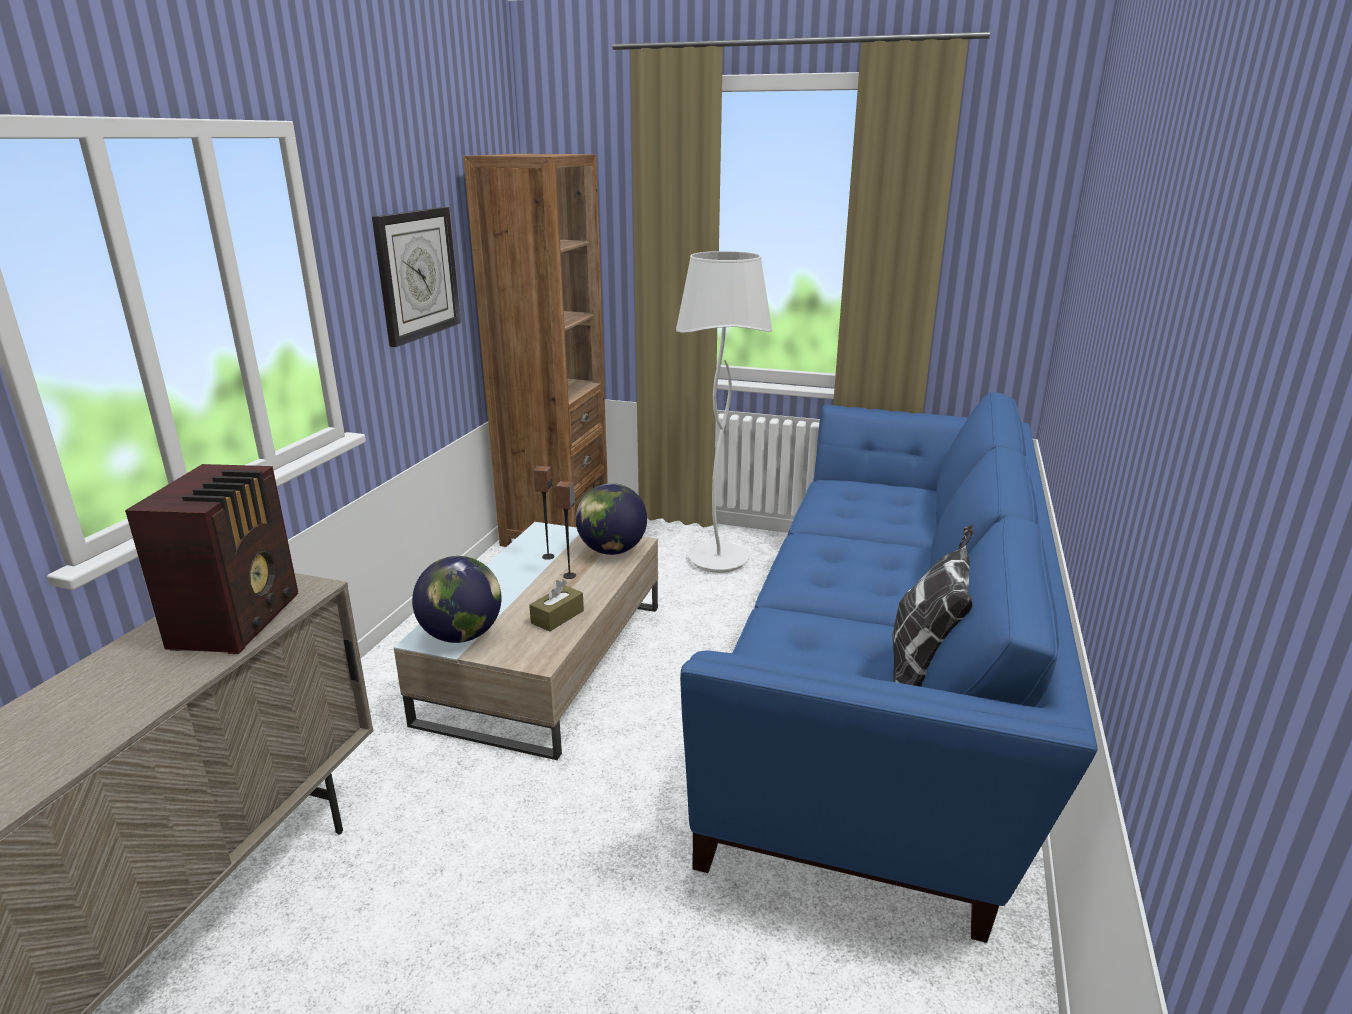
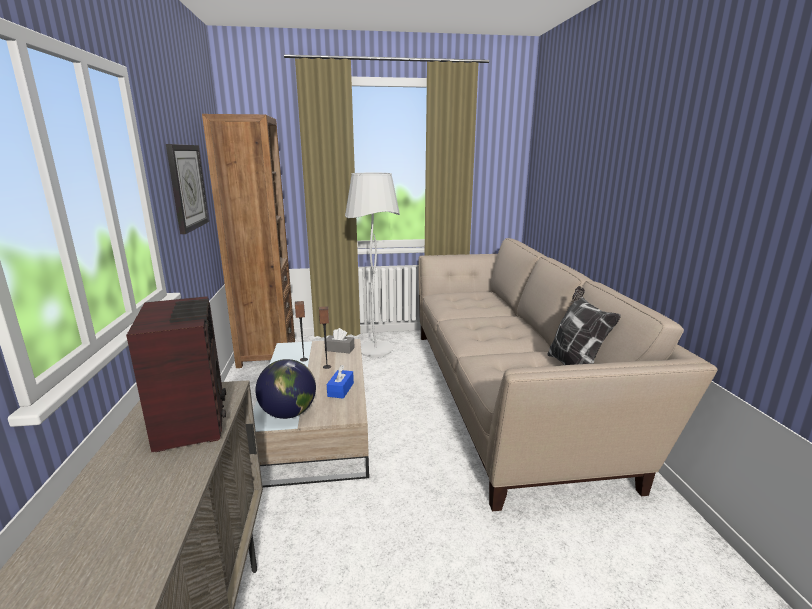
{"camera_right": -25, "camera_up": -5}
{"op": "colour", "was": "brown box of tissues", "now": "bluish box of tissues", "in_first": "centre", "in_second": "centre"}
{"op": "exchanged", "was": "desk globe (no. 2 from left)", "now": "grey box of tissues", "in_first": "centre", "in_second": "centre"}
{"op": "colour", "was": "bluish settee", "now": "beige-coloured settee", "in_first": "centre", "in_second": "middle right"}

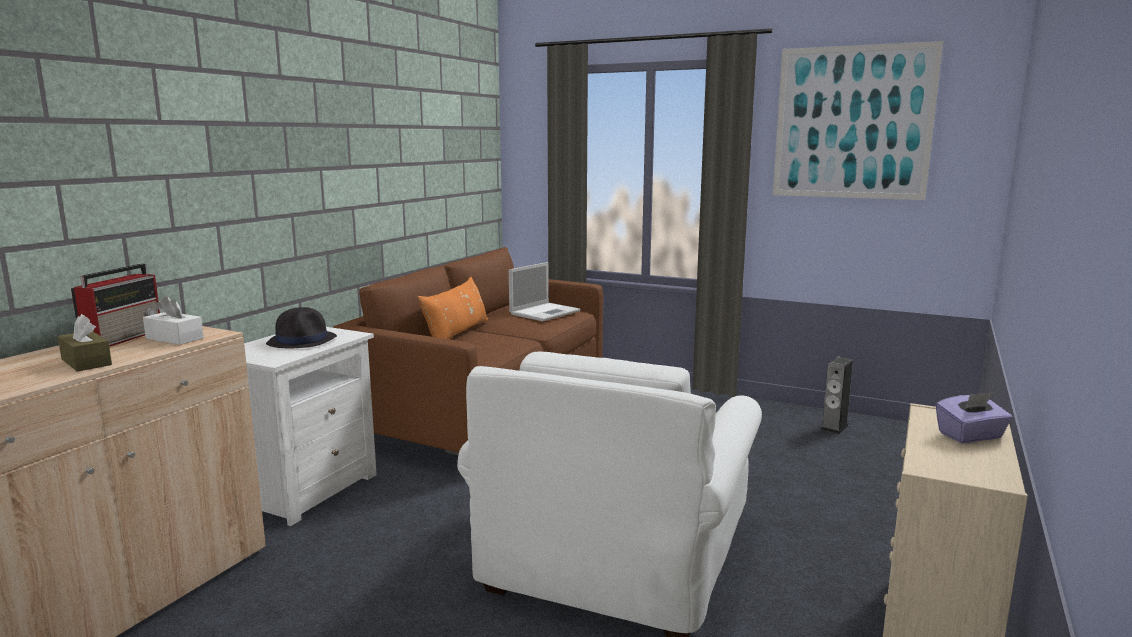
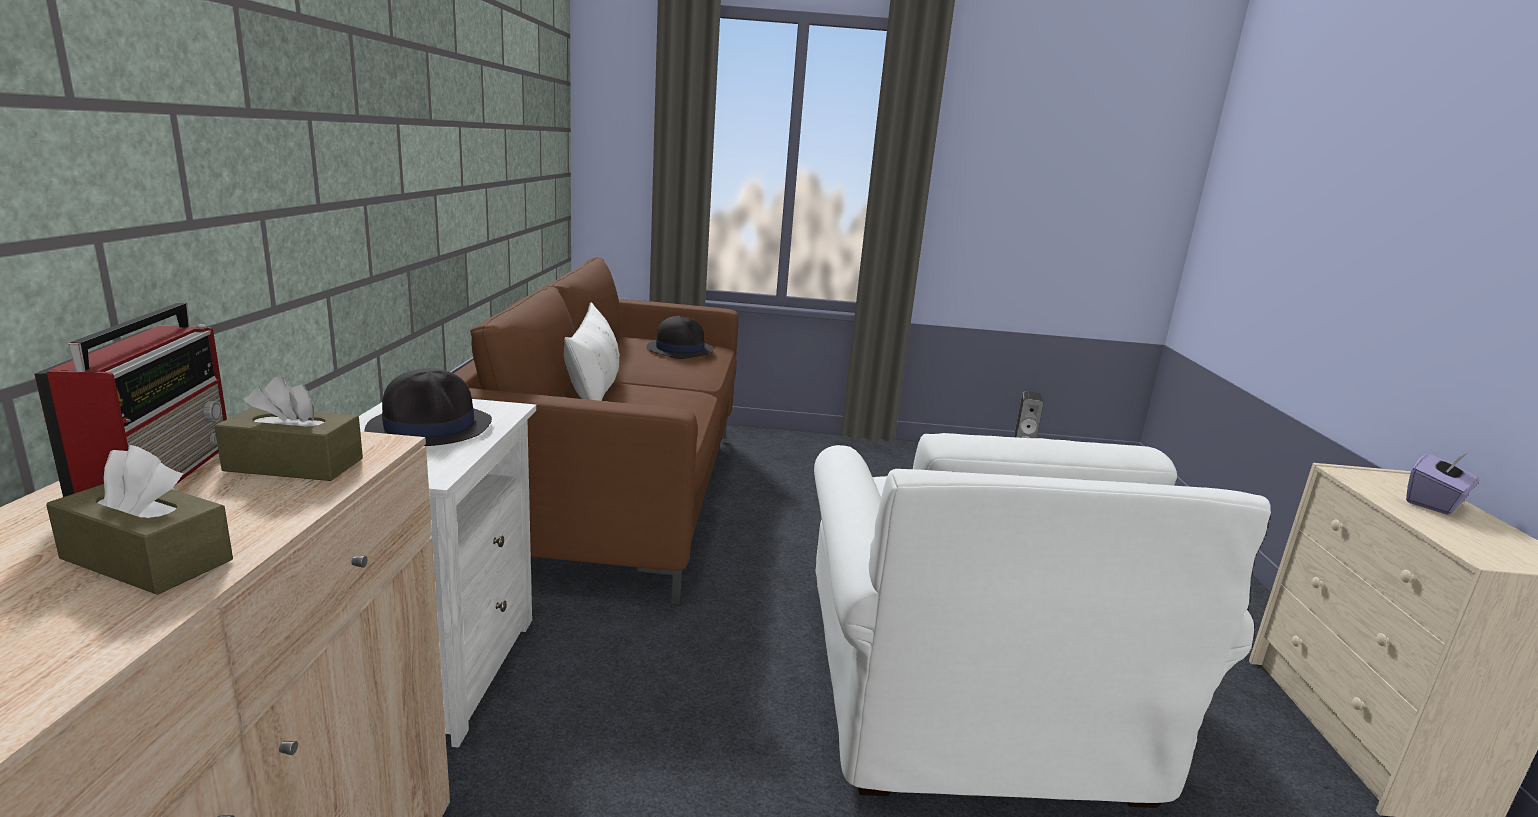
{"camera_right": -25, "camera_up": 5}
{"op": "colour", "was": "white-coloured box of tissues", "now": "brown box of tissues (no. 2 from left)", "in_first": "middle left", "in_second": "middle left"}
{"op": "colour", "was": "orange cushion", "now": "white-coloured cushion", "in_first": "centre", "in_second": "centre"}
{"op": "exchanged", "was": "portable computer", "now": "black hat (no. 2 from left)", "in_first": "centre", "in_second": "centre"}
{"op": "missing", "was": "wall picture", "in_first": "top right"}

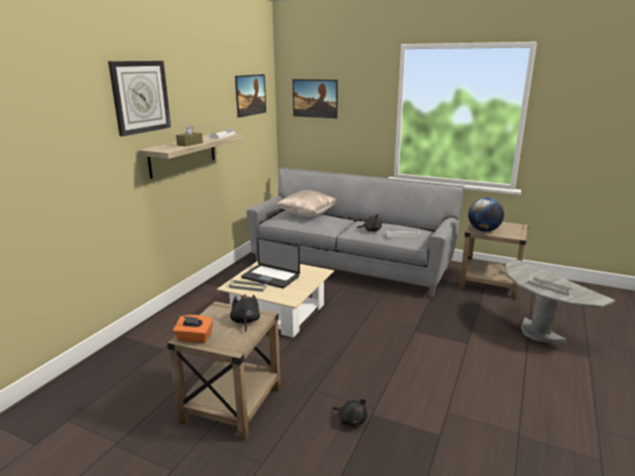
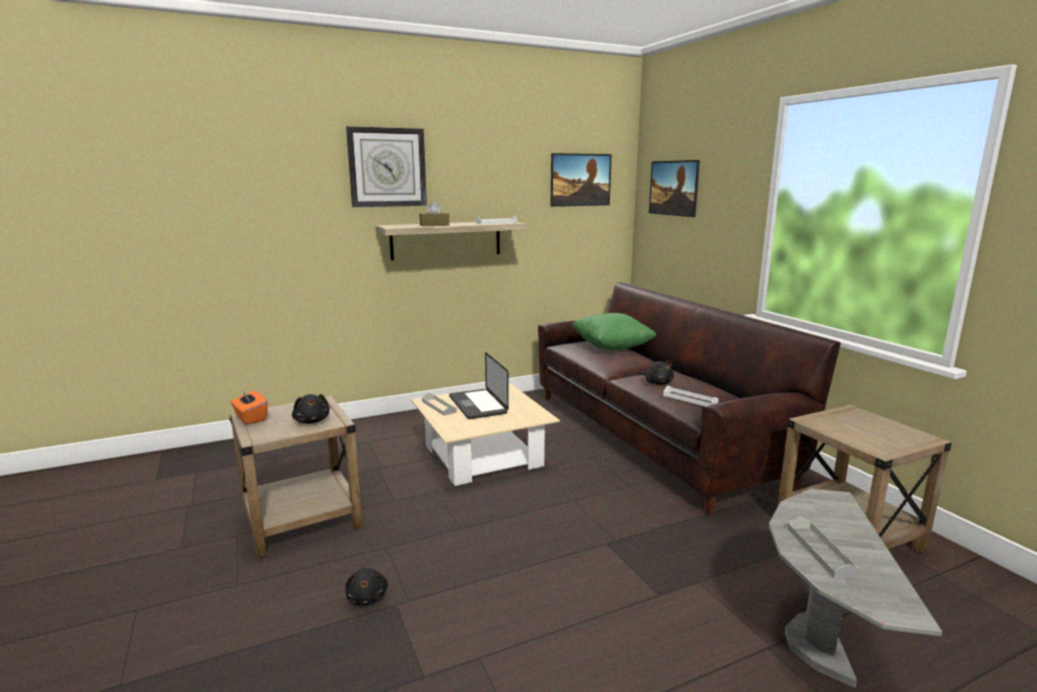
{"camera_right": 40, "camera_up": -5}
{"op": "spun", "was": "black soft toy (no. 1 from left)", "in_first": "centre", "in_second": "middle left", "clockwise": 120}
{"op": "colour", "was": "grey settee", "now": "brown settee", "in_first": "centre", "in_second": "centre"}
{"op": "colour", "was": "beige-coloured cushion", "now": "green cushion", "in_first": "centre", "in_second": "centre"}
{"op": "missing", "was": "desk globe", "in_first": "middle right"}

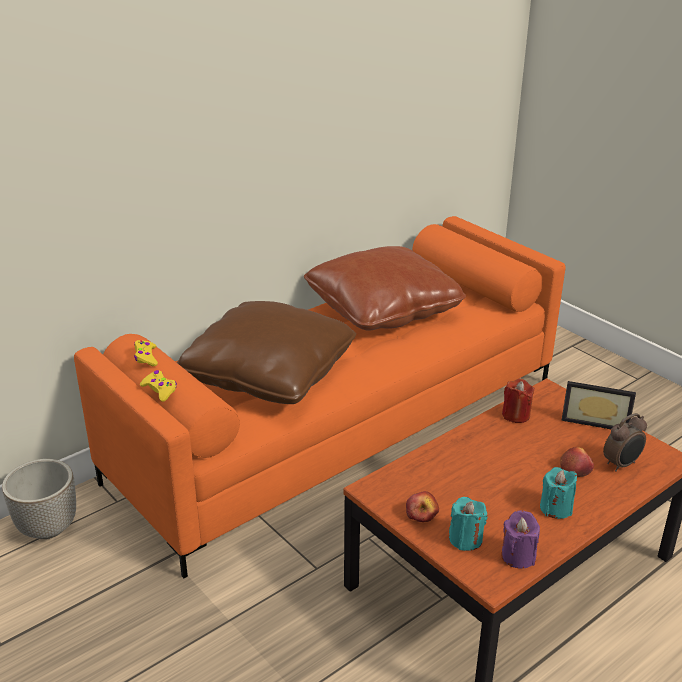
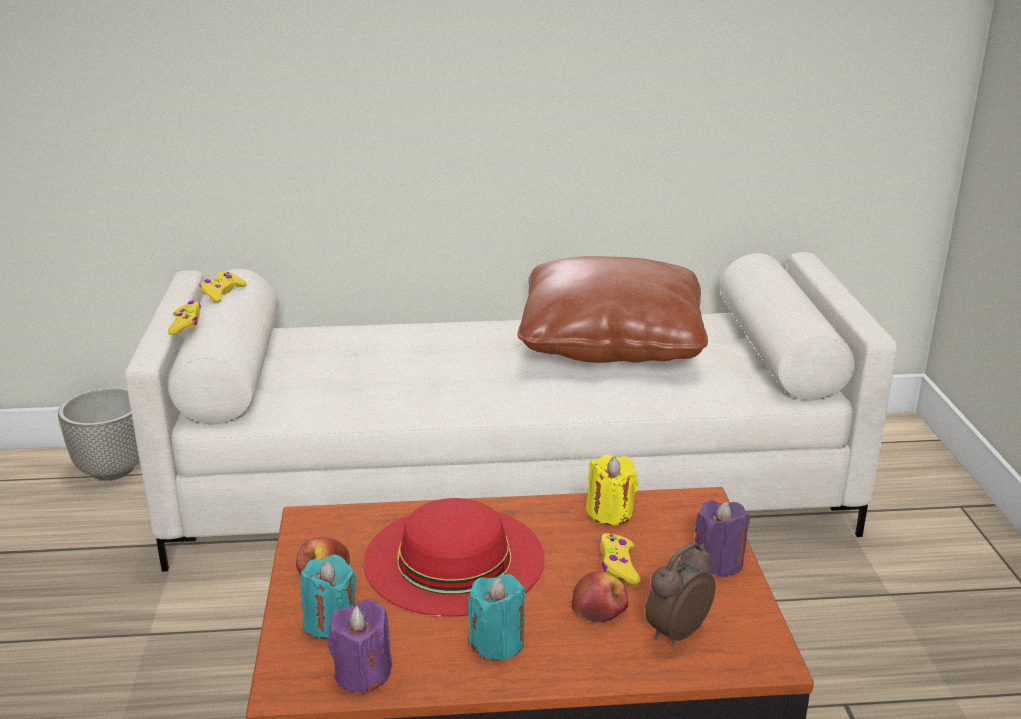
{"camera_right": 35, "camera_up": -5}
{"op": "colour", "was": "orange settee", "now": "white-coloured settee", "in_first": "centre", "in_second": "centre"}
{"op": "missing", "was": "brown cushion (no. 1 from left)", "in_first": "centre"}
{"op": "colour", "was": "reddish wax light", "now": "yellow-coloured wax light", "in_first": "middle right", "in_second": "bottom centre"}
{"op": "exchanged", "was": "standing frame", "now": "purplish wax light (no. 2 from left)", "in_first": "middle right", "in_second": "bottom right"}
{"op": "spun", "was": "bedside clock", "in_first": "middle right", "in_second": "bottom centre", "clockwise": 135}
{"op": "appeared", "now": "reddish hat", "in_second": "bottom centre"}
{"op": "appeared", "now": "yellow-coloured joypad (no. 3 from left)", "in_second": "bottom centre"}

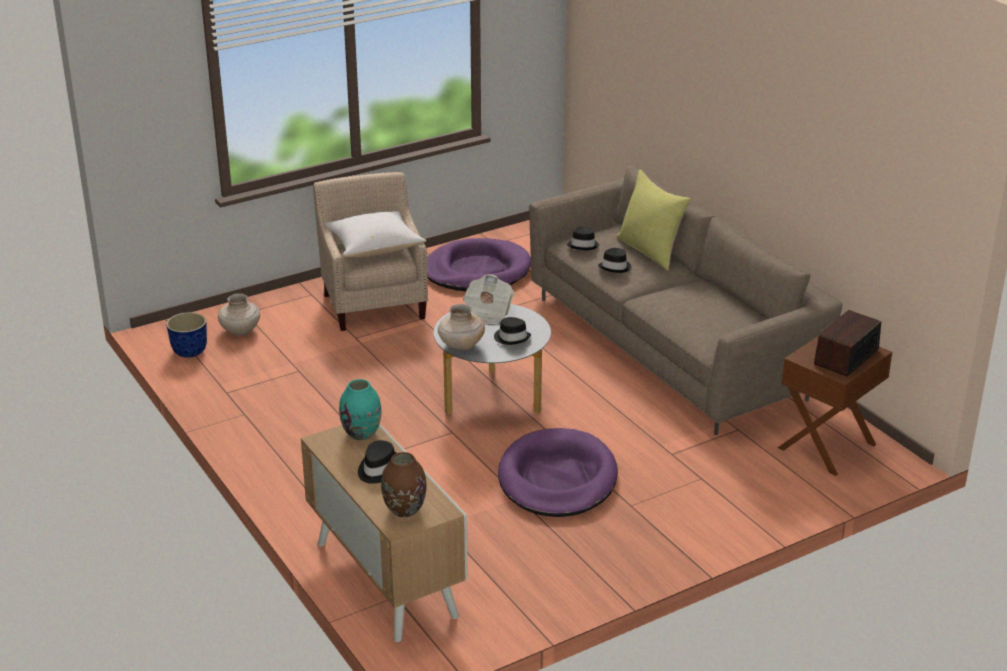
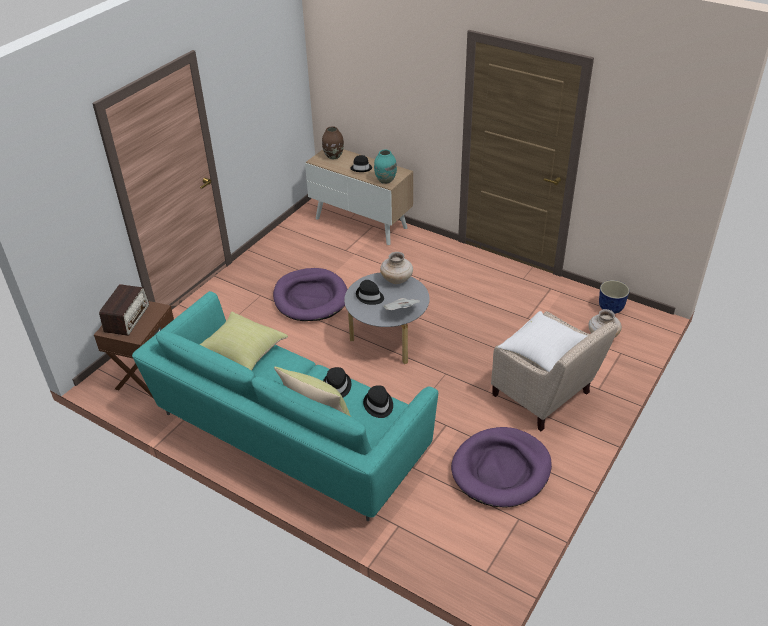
{"camera_right": 155, "camera_up": 10}
{"op": "colour", "was": "beige-coloured settee", "now": "turquoise-coloured settee", "in_first": "middle right", "in_second": "centre"}
{"op": "appeared", "now": "yellow-coloured cushion (no. 1 from left)", "in_second": "middle left"}

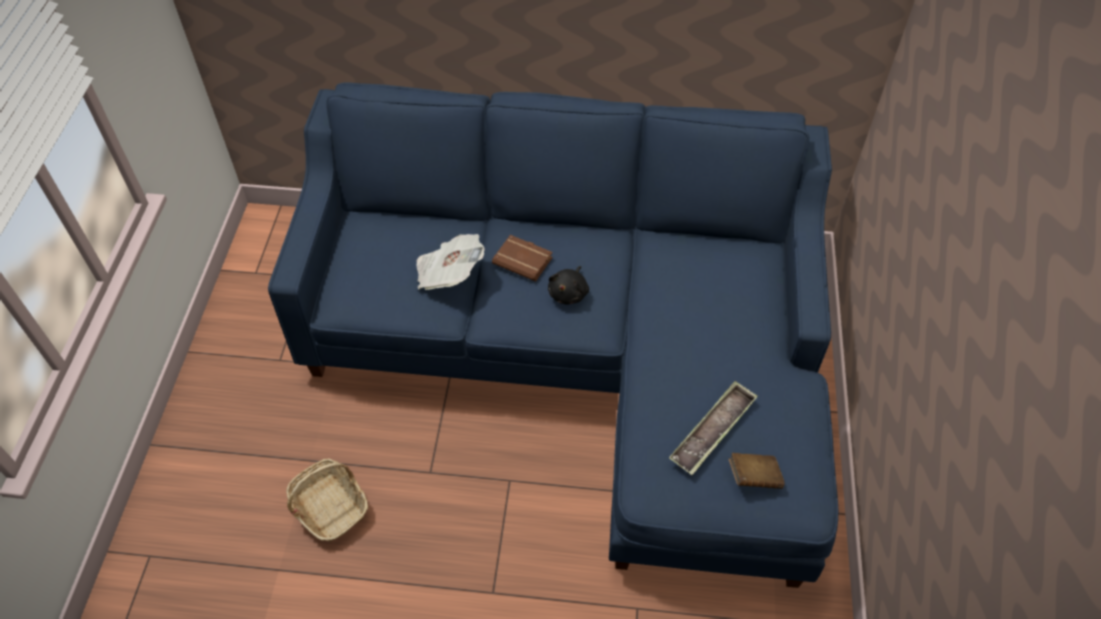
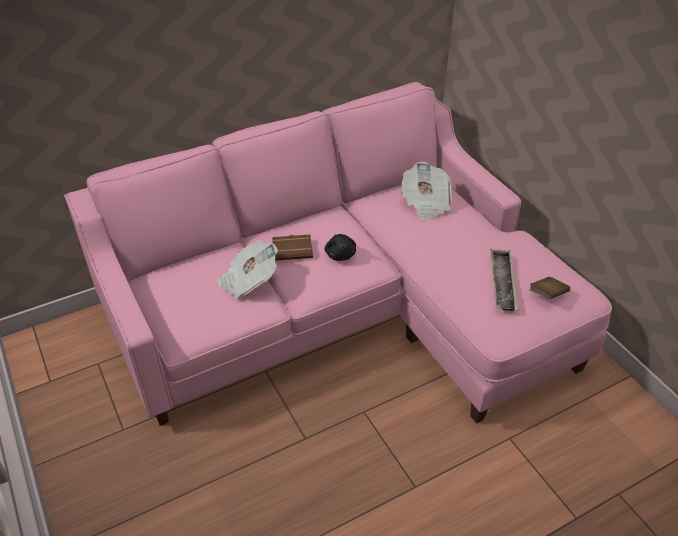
{"camera_right": -35, "camera_up": -10}
{"op": "colour", "was": "bluish settee", "now": "pink-coloured settee", "in_first": "centre", "in_second": "centre"}
{"op": "missing", "was": "basket", "in_first": "bottom left"}
{"op": "appeared", "now": "printed paper (no. 2 from left)", "in_second": "centre"}

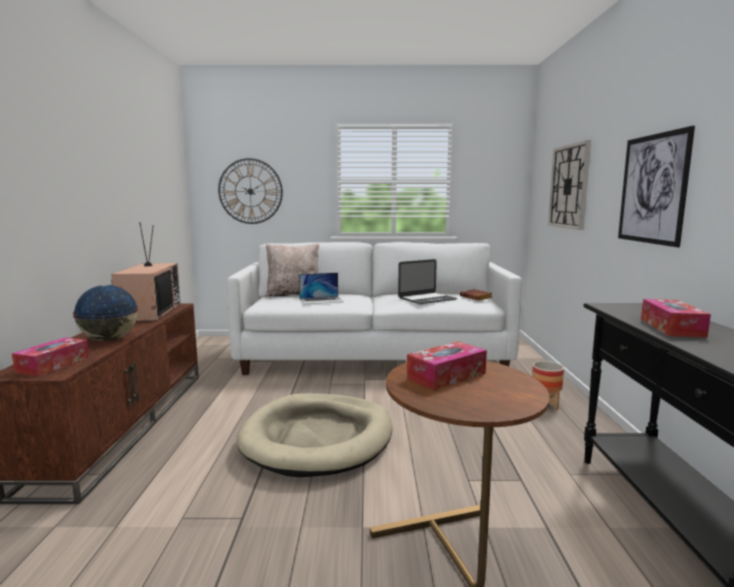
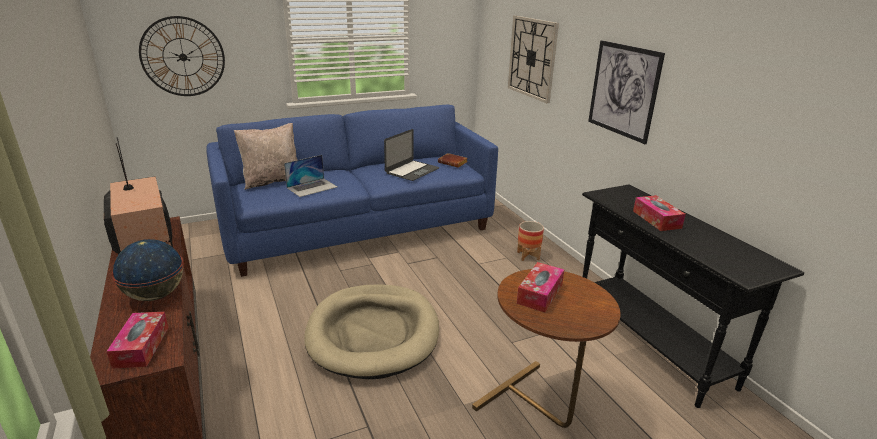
{"camera_right": -25, "camera_up": 15}
{"op": "colour", "was": "white-coloured settee", "now": "bluish settee", "in_first": "centre", "in_second": "centre"}

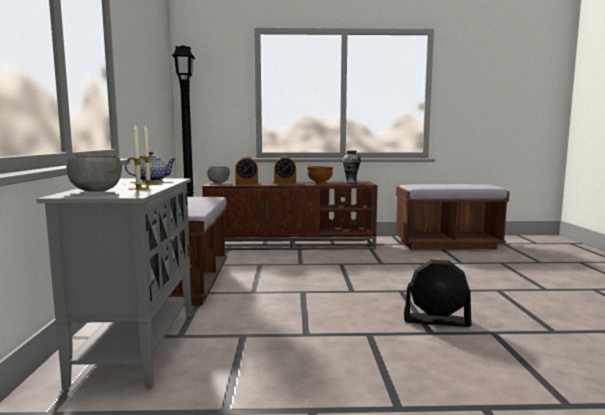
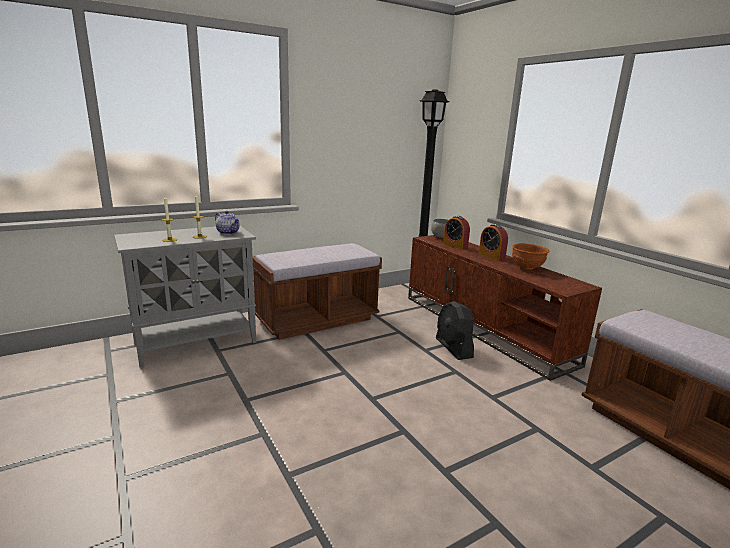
{"camera_right": 60, "camera_up": 10}
{"op": "missing", "was": "grey deep dish (no. 1 from left)", "in_first": "middle left"}
{"op": "missing", "was": "flower vase", "in_first": "centre"}
{"op": "relocated", "was": "black electric fan", "in_first": "bottom right", "in_second": "centre"}

